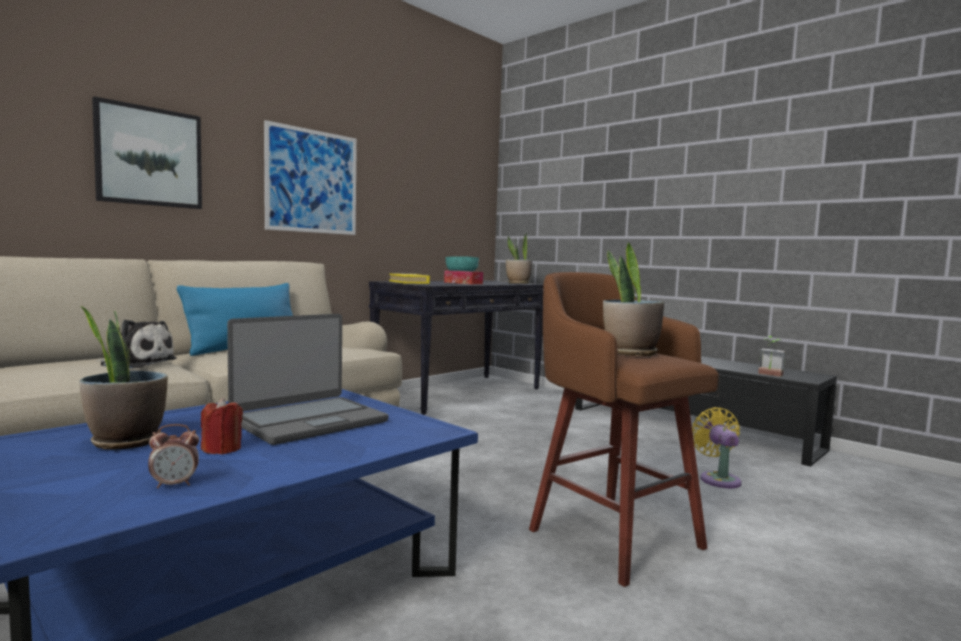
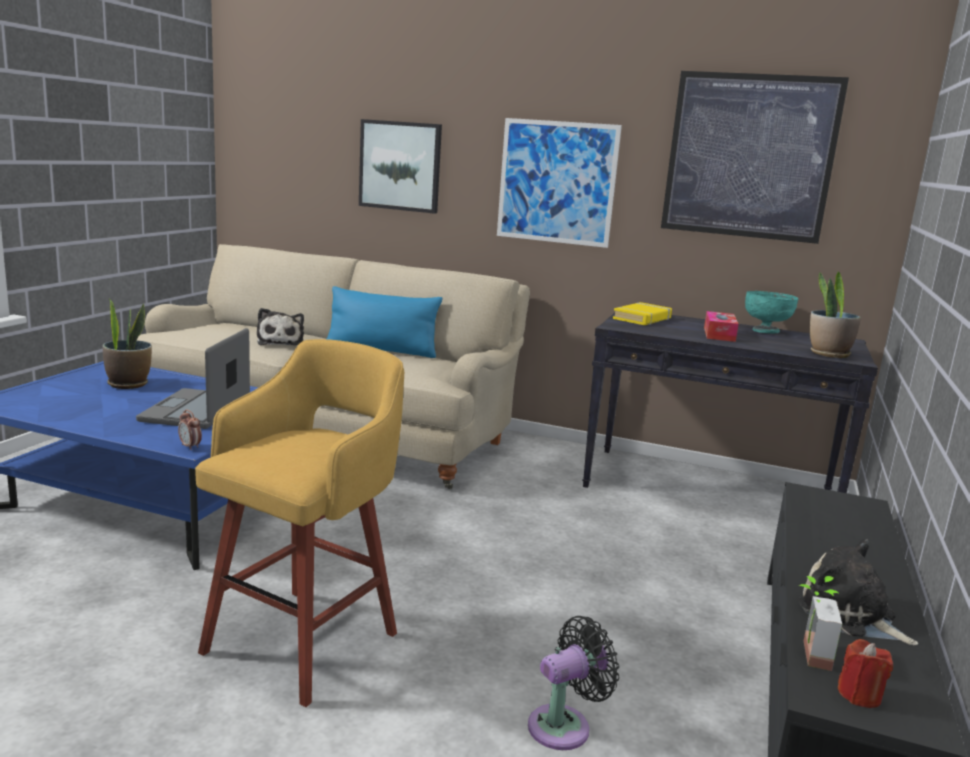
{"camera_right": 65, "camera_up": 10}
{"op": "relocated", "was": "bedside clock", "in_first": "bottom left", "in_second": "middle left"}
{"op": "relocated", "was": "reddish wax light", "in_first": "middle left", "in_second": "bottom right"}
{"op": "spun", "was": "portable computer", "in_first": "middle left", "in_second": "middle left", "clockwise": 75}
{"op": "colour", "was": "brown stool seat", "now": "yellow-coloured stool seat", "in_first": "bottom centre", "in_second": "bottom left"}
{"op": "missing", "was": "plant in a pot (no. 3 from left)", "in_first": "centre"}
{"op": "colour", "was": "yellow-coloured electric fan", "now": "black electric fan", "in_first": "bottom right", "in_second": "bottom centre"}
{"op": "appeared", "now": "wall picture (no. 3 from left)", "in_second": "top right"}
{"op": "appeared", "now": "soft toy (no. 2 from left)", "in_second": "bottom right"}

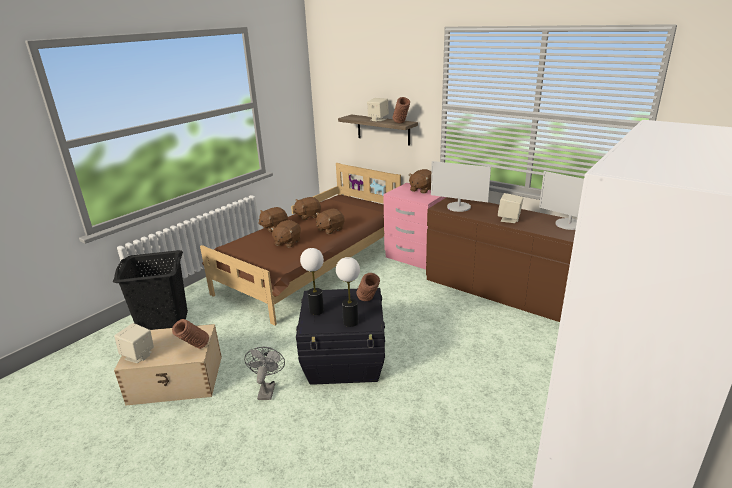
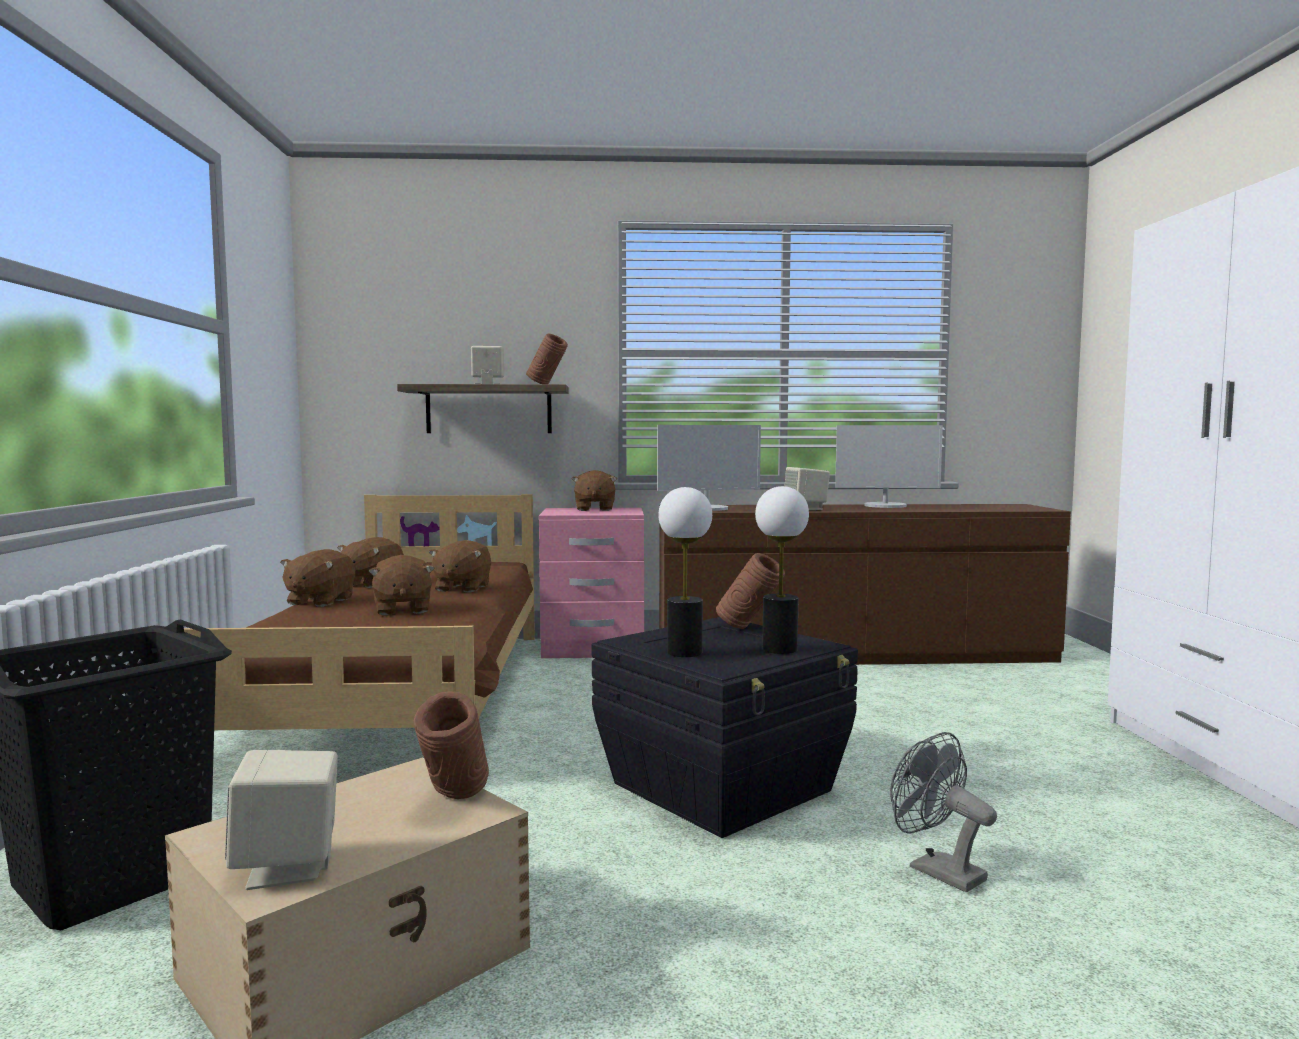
{"camera_right": -40, "camera_up": -20}
{"op": "relocated", "was": "grey electric fan", "in_first": "bottom centre", "in_second": "bottom right"}

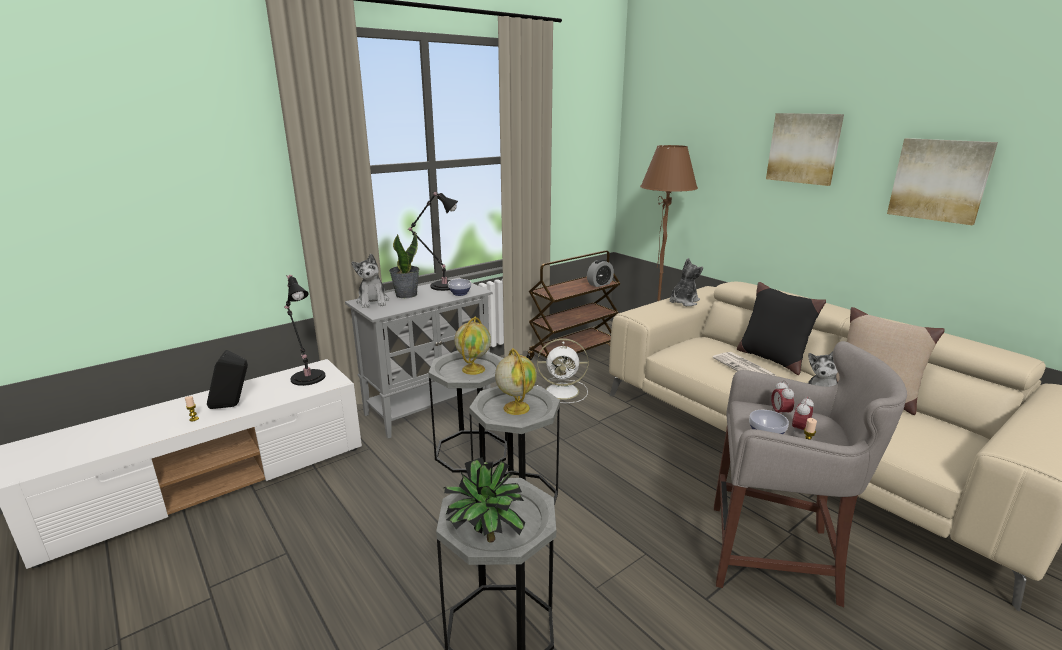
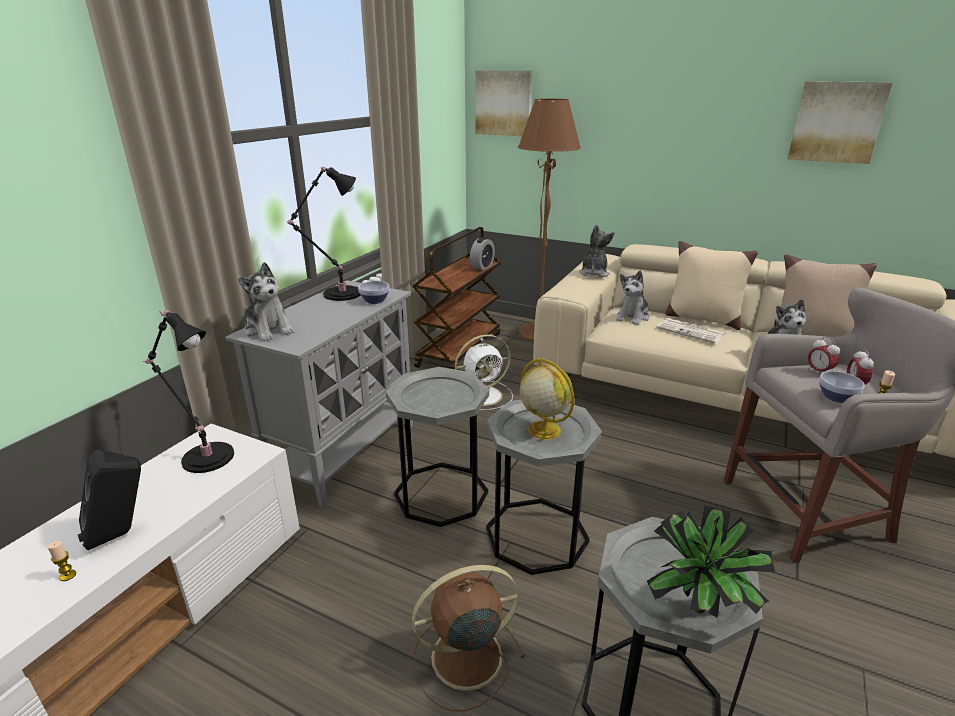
{"camera_right": -25, "camera_up": 5}
{"op": "missing", "was": "plant in a pot (no. 1 from left)", "in_first": "centre"}
{"op": "missing", "was": "desk globe (no. 1 from left)", "in_first": "centre"}
{"op": "colour", "was": "black cushion", "now": "beige-coloured cushion (no. 1 from left)", "in_first": "middle right", "in_second": "middle right"}
{"op": "relocated", "was": "wall picture (no. 1 from left)", "in_first": "top right", "in_second": "top centre"}
{"op": "appeared", "now": "brown electric fan", "in_second": "bottom centre"}
{"op": "appeared", "now": "soft toy (no. 3 from left)", "in_second": "centre"}

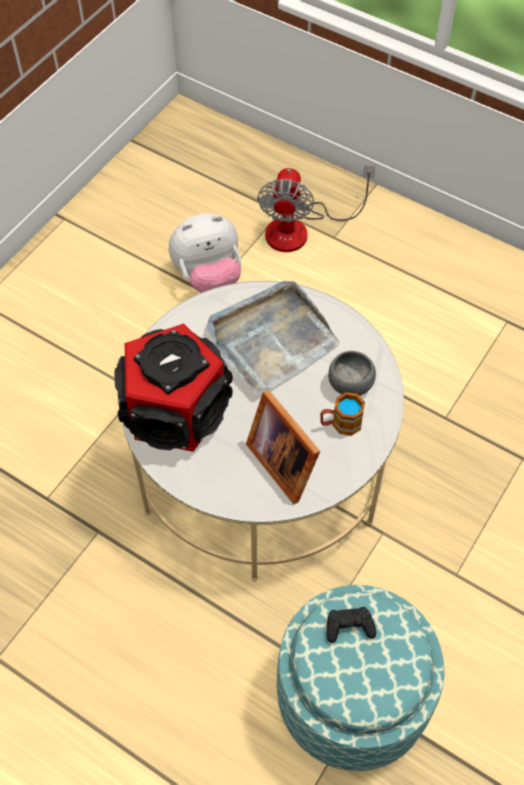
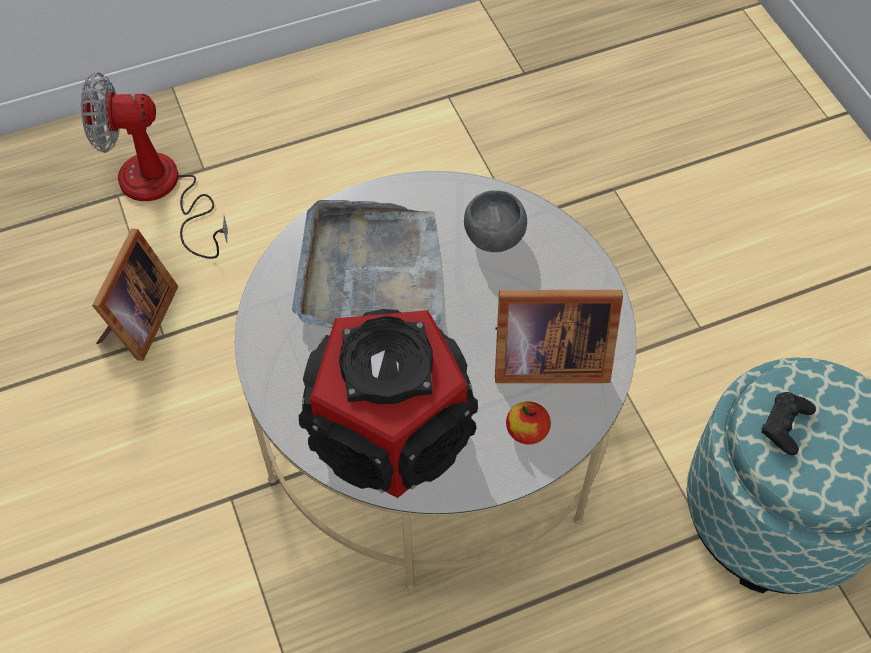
{"camera_right": -55, "camera_up": 0}
{"op": "exchanged", "was": "soft toy", "now": "standing frame (no. 1 from left)", "in_first": "top centre", "in_second": "middle left"}
{"op": "spun", "was": "electric fan", "in_first": "top centre", "in_second": "top left", "clockwise": 135}
{"op": "missing", "was": "mug", "in_first": "centre"}
{"op": "appeared", "now": "apple fruit", "in_second": "centre"}

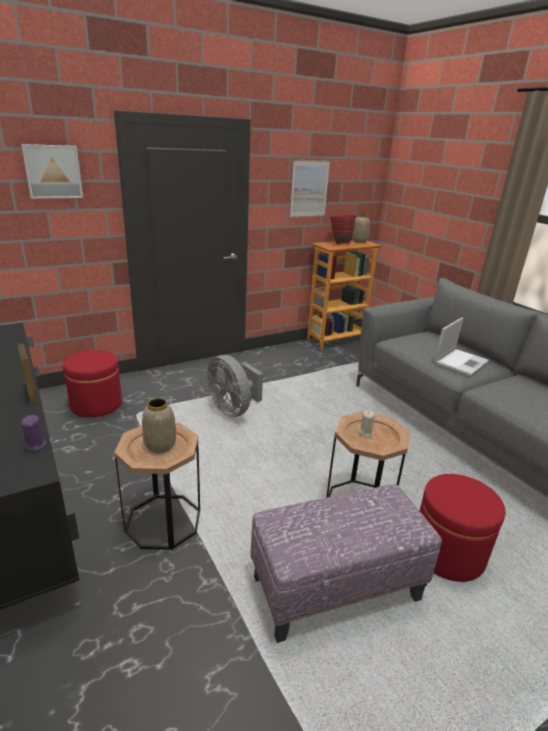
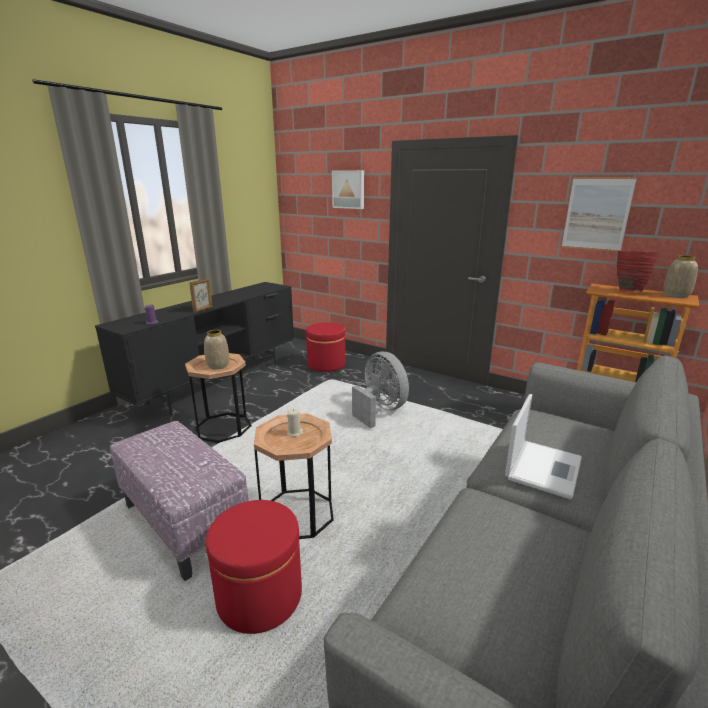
{"camera_right": 65, "camera_up": -5}
{"op": "spun", "was": "grey electric fan", "in_first": "centre", "in_second": "centre", "clockwise": 120}
{"op": "spun", "was": "portable computer", "in_first": "middle right", "in_second": "middle right", "clockwise": -75}

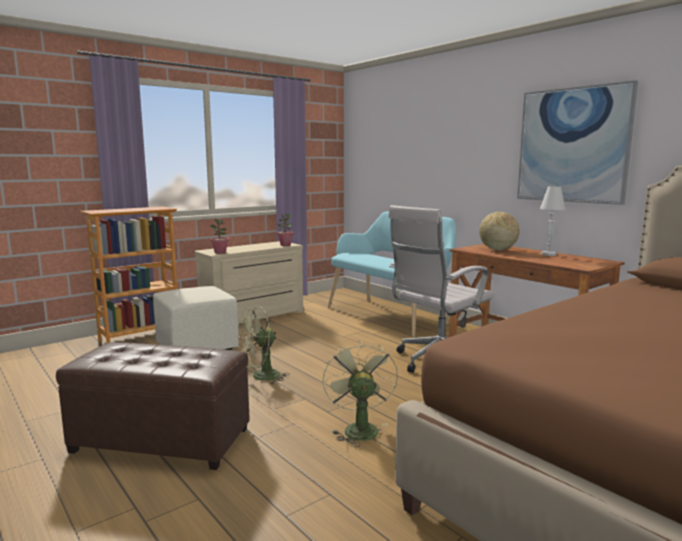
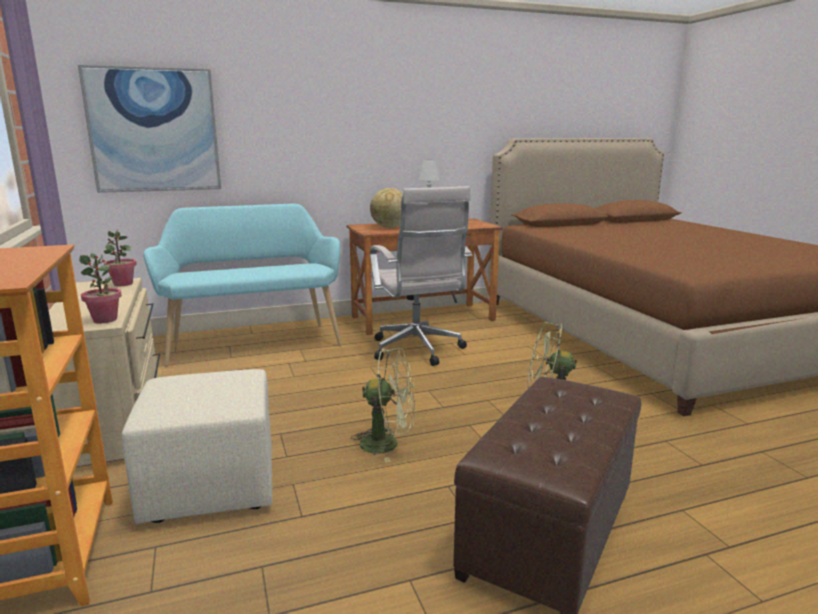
{"camera_right": -70, "camera_up": 5}
{"op": "spun", "was": "green electric fan (no. 1 from left)", "in_first": "centre", "in_second": "centre", "clockwise": -75}
{"op": "relocated", "was": "wall picture", "in_first": "top right", "in_second": "top left"}

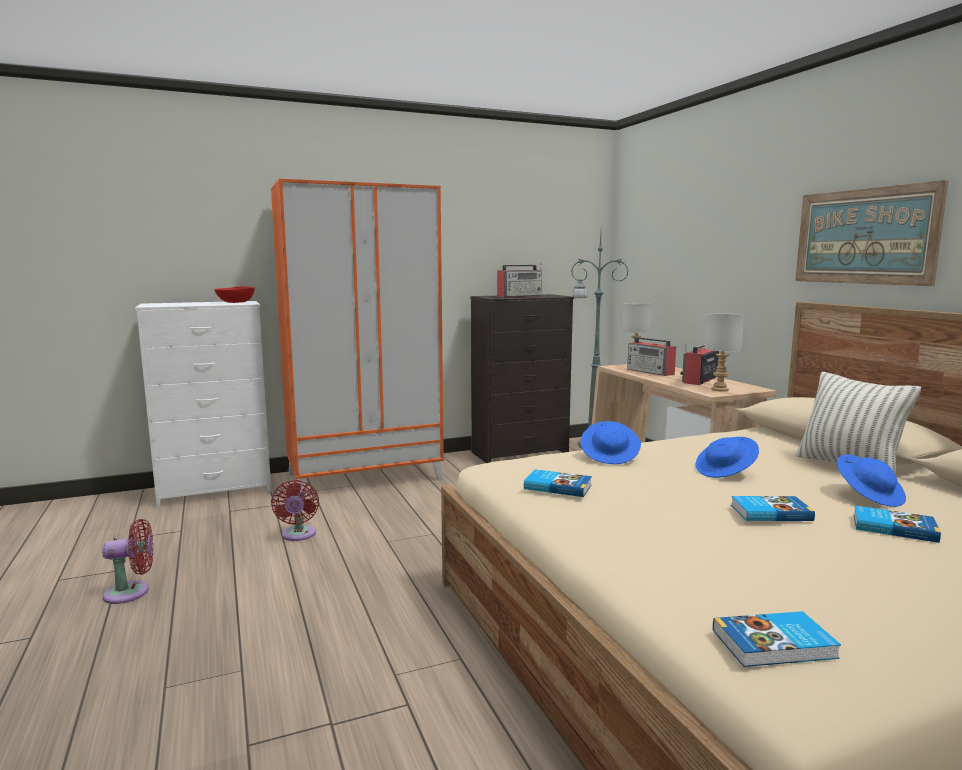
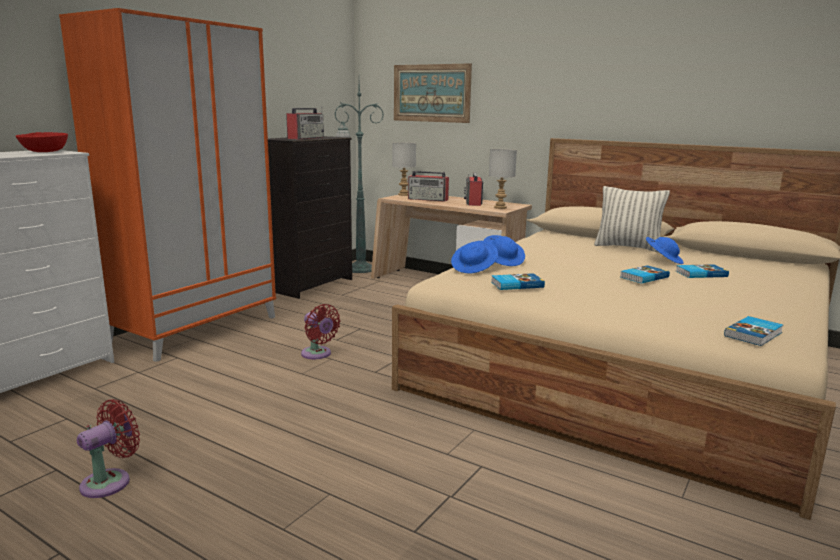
{"camera_right": -35, "camera_up": 5}
{"op": "relocated", "was": "reddish electric fan (no. 2 from left)", "in_first": "middle left", "in_second": "centre"}
{"op": "relocated", "was": "bluish hat (no. 2 from left in the first image)", "now": "bluish hat (no. 1 from left)", "in_first": "middle right", "in_second": "centre"}
{"op": "relocated", "was": "wall picture", "in_first": "top right", "in_second": "top centre"}

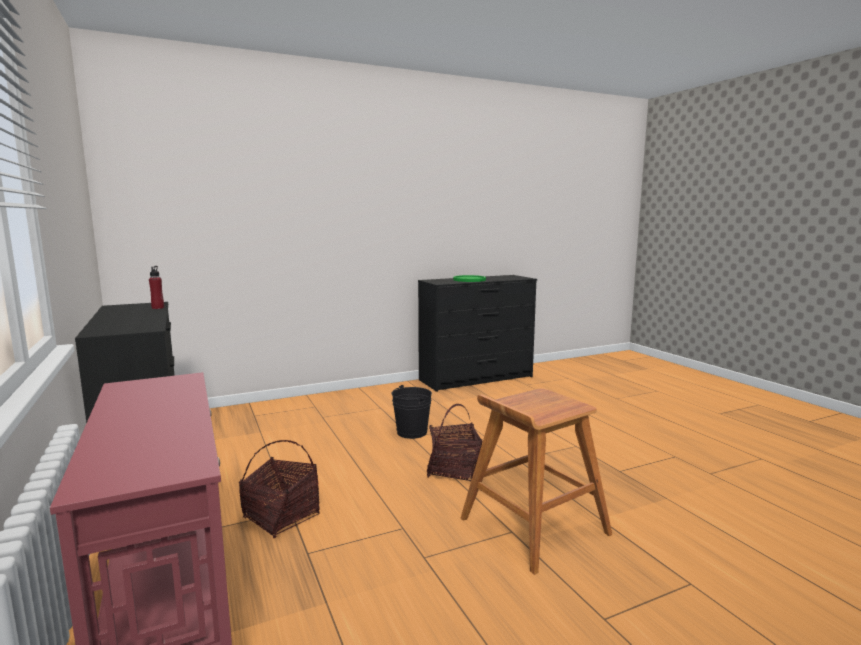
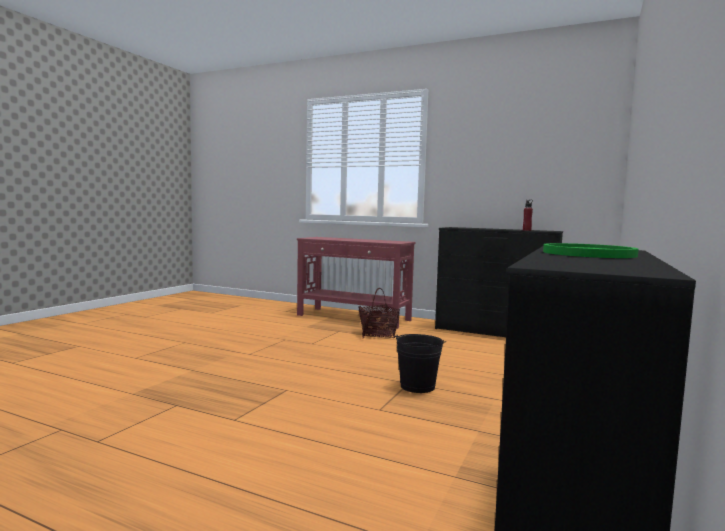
{"camera_right": 140, "camera_up": -5}
{"op": "missing", "was": "basket (no. 2 from left)", "in_first": "bottom centre"}
{"op": "missing", "was": "brown stool seat", "in_first": "bottom centre"}

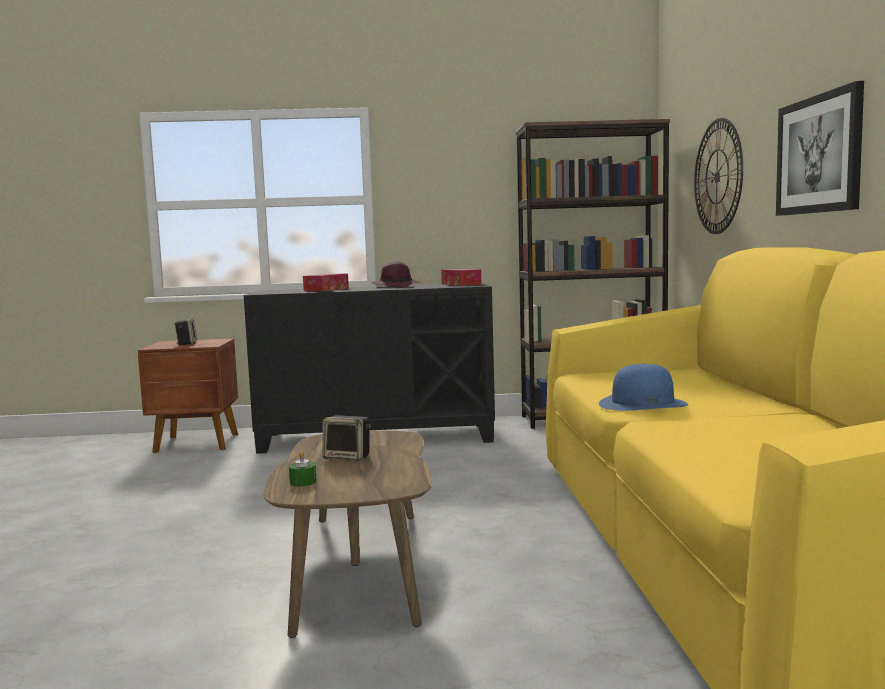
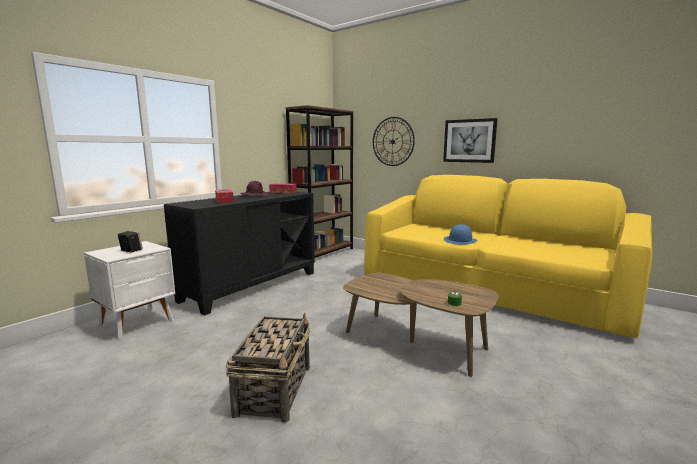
{"camera_right": -50, "camera_up": 5}
{"op": "colour", "was": "brown nightstand", "now": "white-coloured nightstand", "in_first": "middle left", "in_second": "middle left"}
{"op": "missing", "was": "speaker (no. 2 from left)", "in_first": "centre"}
{"op": "appeared", "now": "basket", "in_second": "bottom centre"}

